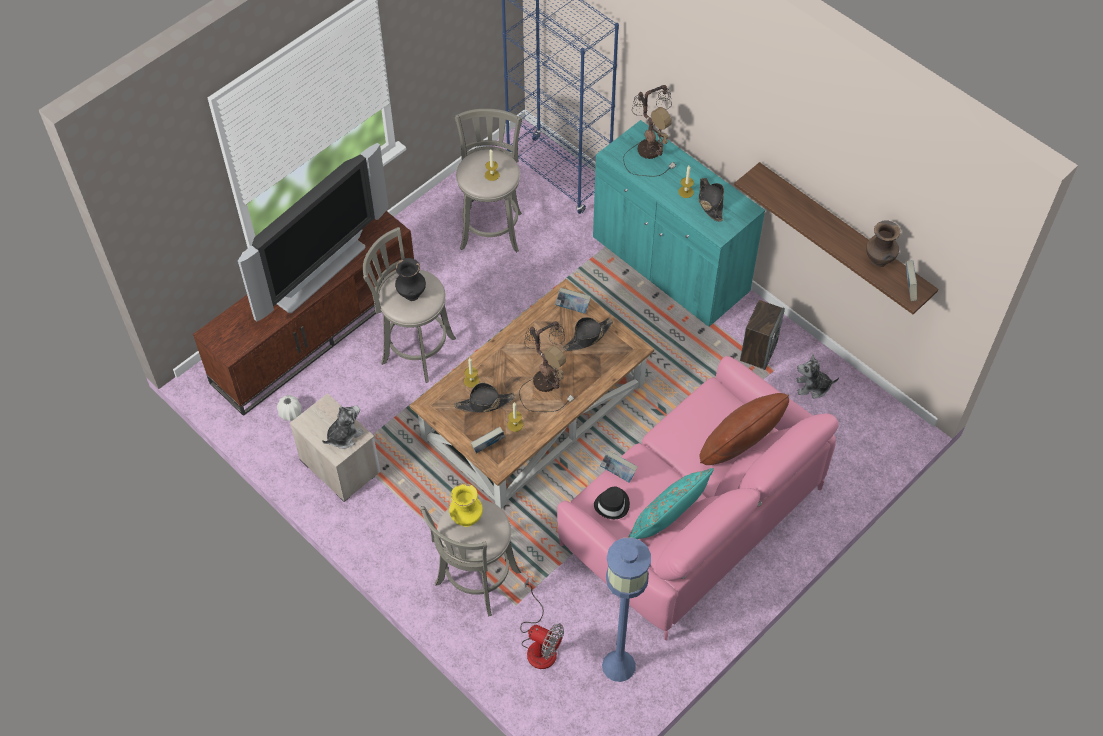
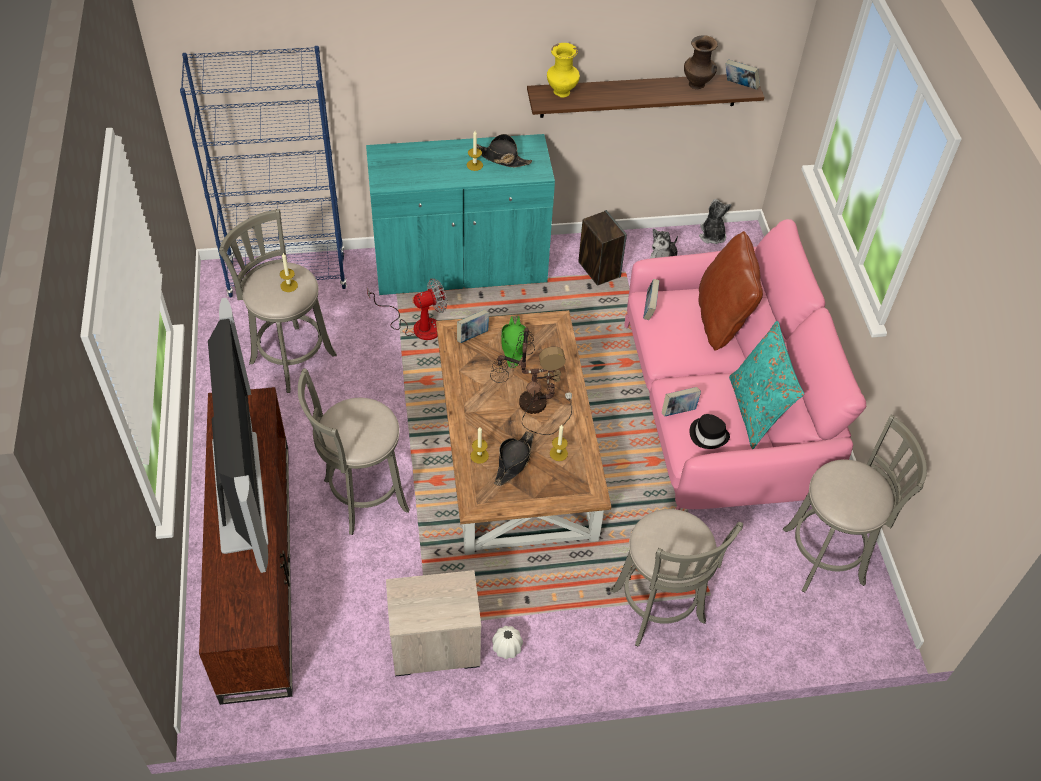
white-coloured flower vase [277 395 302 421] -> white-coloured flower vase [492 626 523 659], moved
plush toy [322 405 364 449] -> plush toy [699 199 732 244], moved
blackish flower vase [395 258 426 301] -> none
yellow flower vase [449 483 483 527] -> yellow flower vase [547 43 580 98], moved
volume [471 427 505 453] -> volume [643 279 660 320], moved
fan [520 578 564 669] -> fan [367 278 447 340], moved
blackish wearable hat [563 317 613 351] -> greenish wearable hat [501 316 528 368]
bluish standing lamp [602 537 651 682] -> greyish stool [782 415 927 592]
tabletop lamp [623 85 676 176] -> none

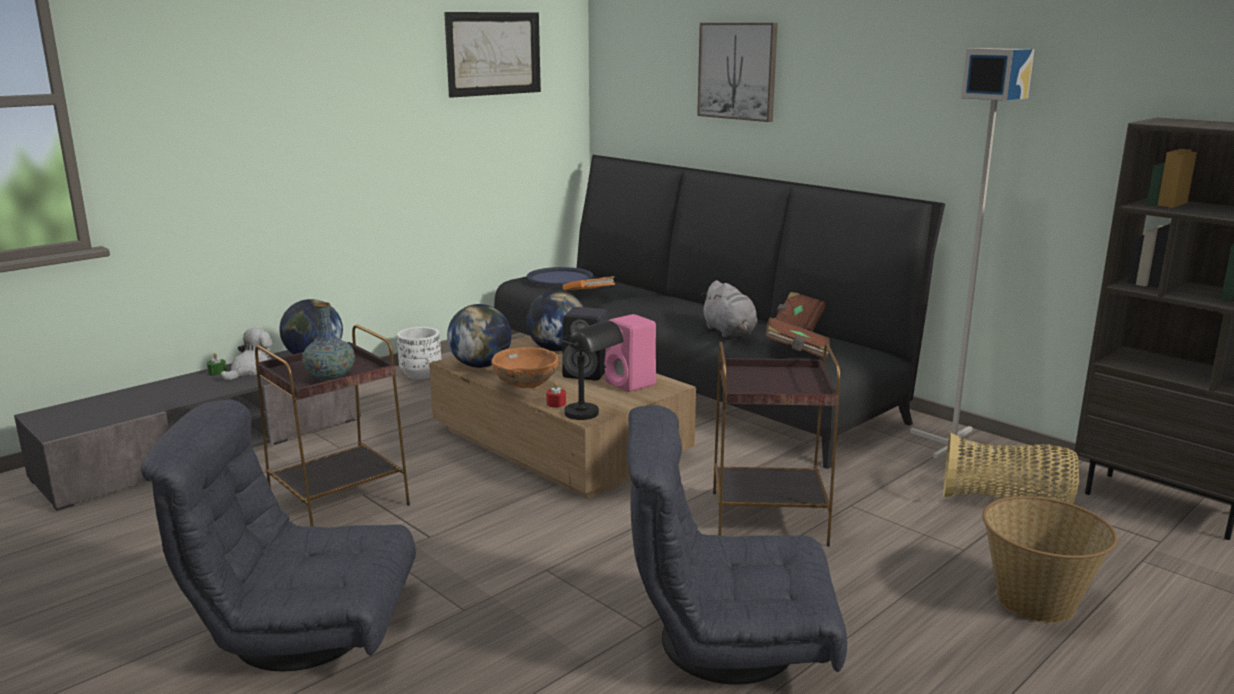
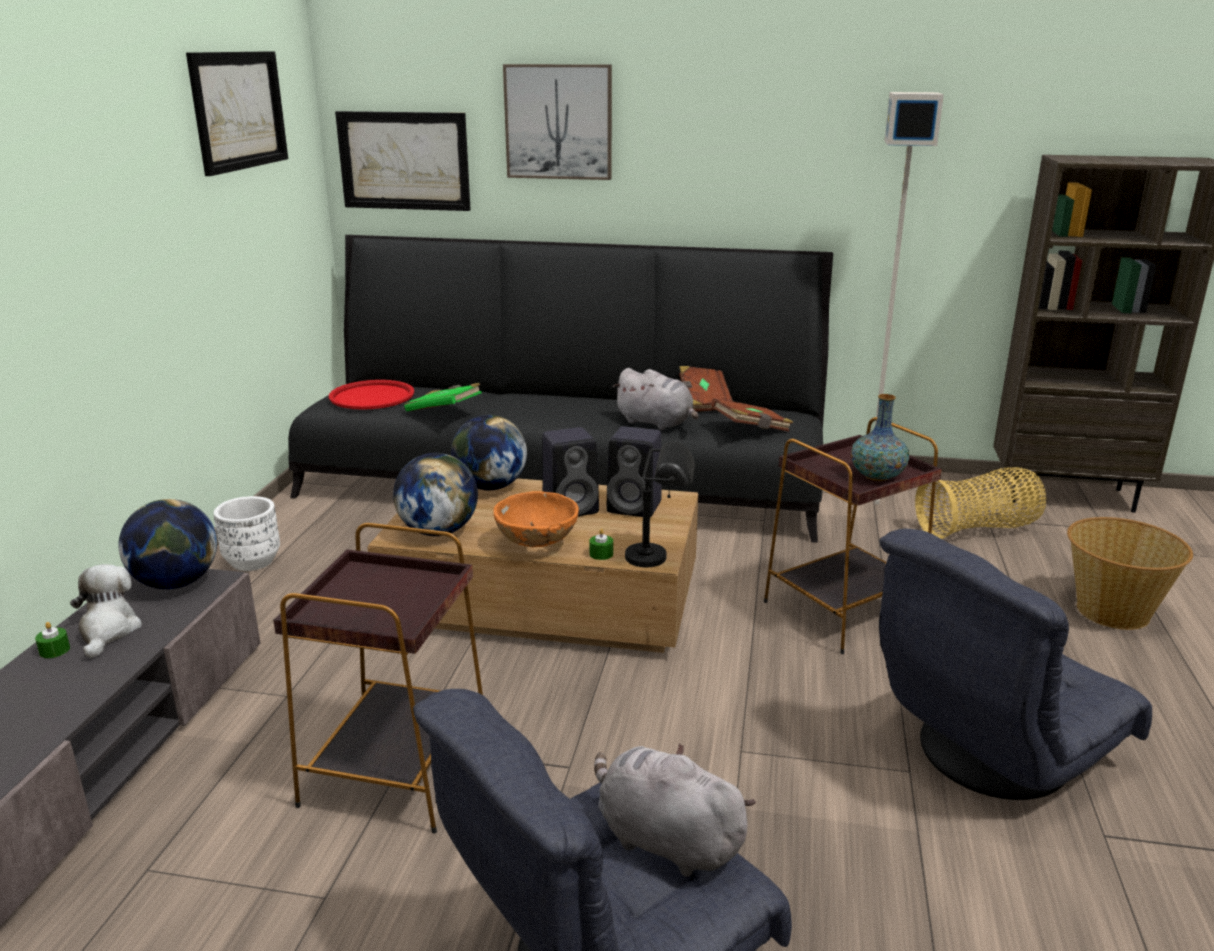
flower vase [302 302 355 381] -> flower vase [851 394 909 481], moved
bluish tray [527 267 593 286] -> red tray [329 380 414 410]
red candle [546 382 566 407] -> greenish candle [590 529 613 560]
orangey volume [563 276 615 291] -> greenish volume [404 383 482 411]
pink-coloured speaker [604 314 656 392] -> blackish speaker [607 426 662 517]
none -> wall picture [335 111 471 211]
none -> greyish plush toy [594 743 756 877]

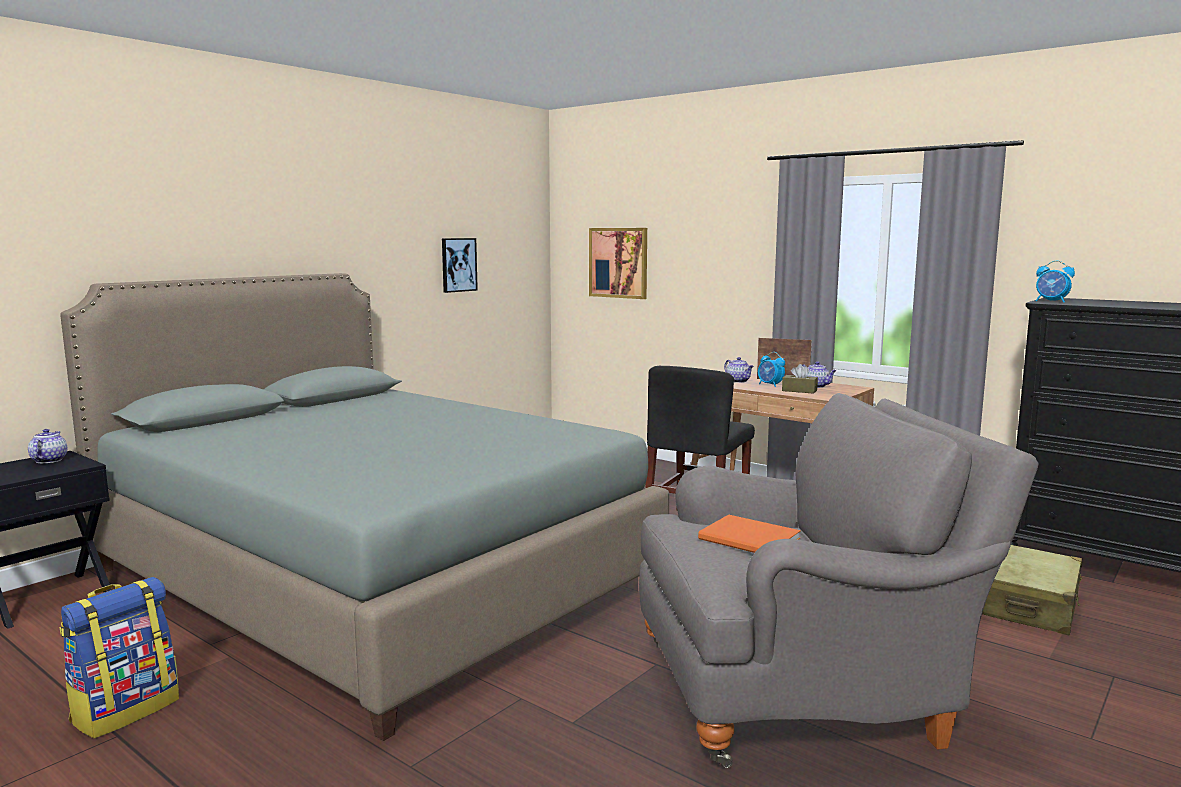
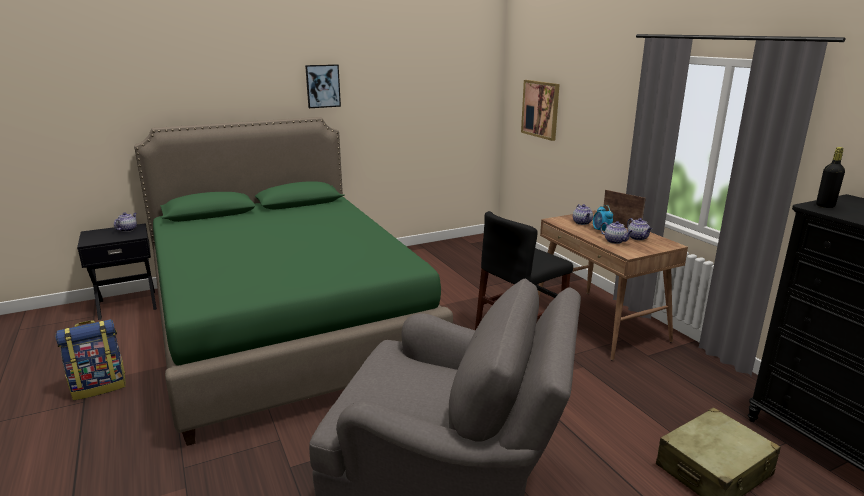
greyish bed [60 273 670 741] -> greenish bed [134 117 453 446]
wall picture [442 238 478 293] -> wall picture [305 64 341 108], moved
orangey volume [698 515 801 553] -> none
brown box of tissues [782 364 818 394] -> pot for tea [600 221 633 244]
table clock [1036 261 1075 303] -> blackish beverage bottle [816 147 845 208]

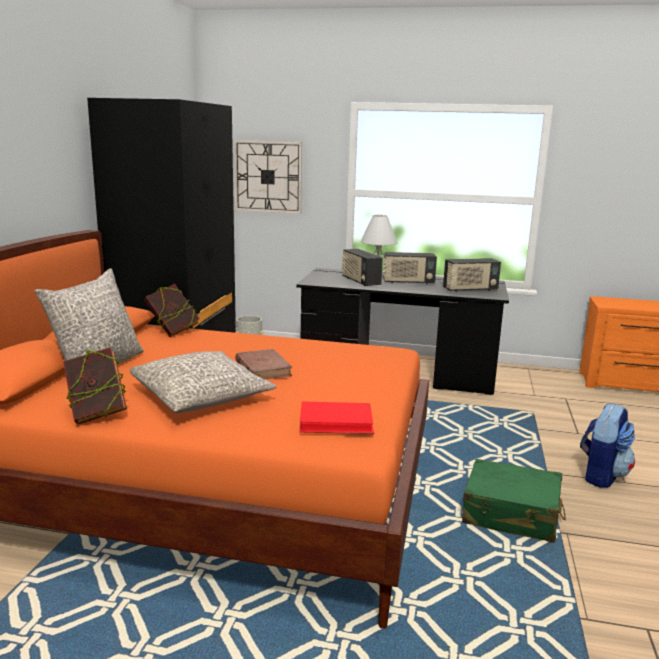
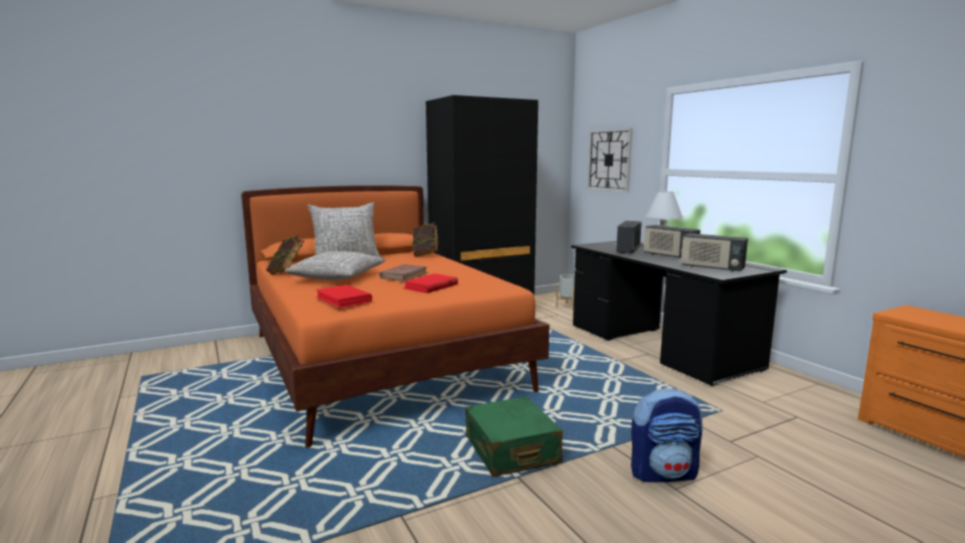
none -> red volume [403 274 458 293]

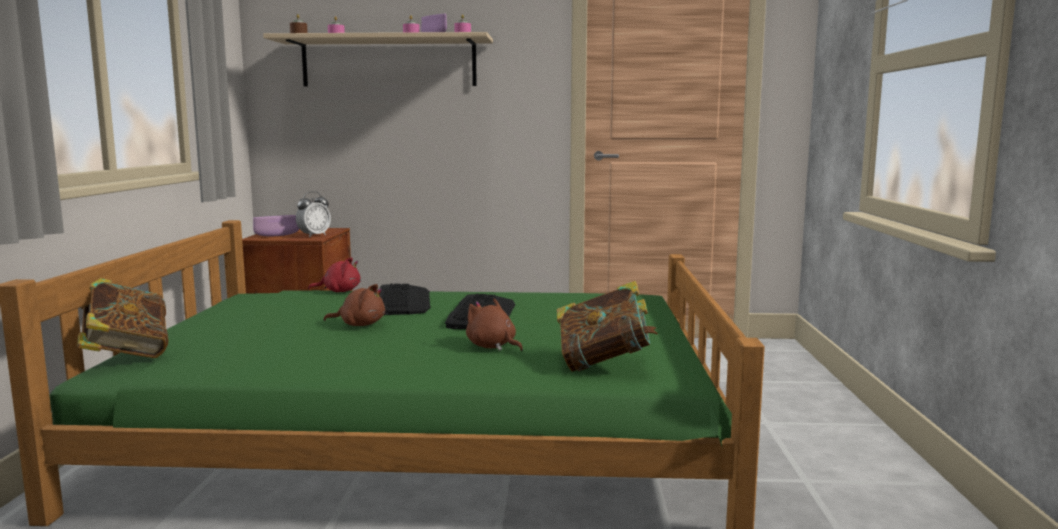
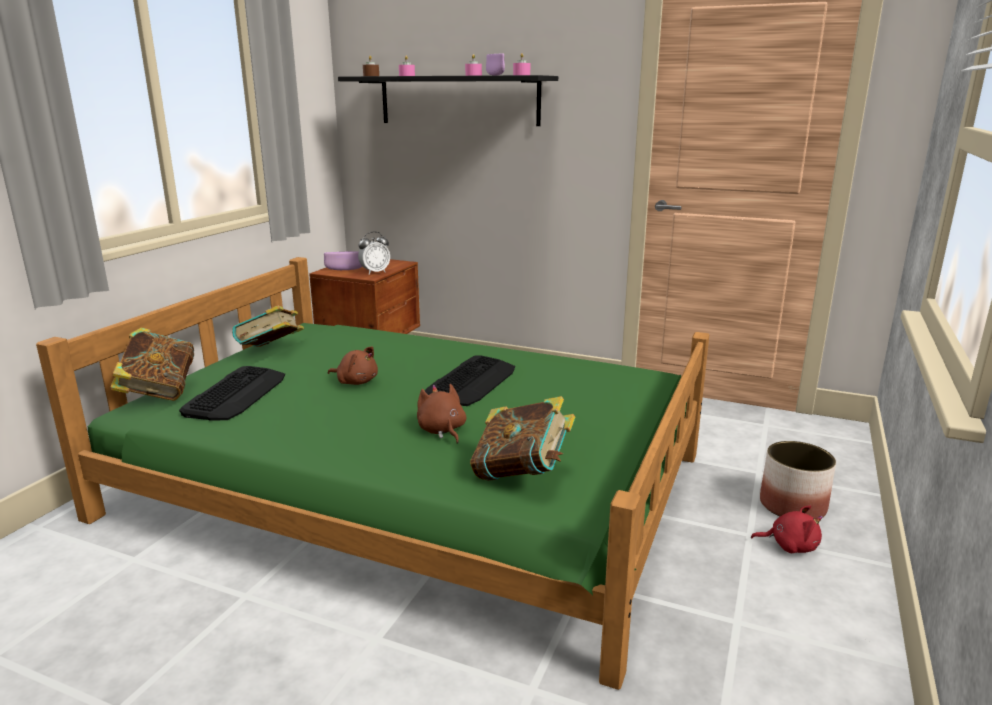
beige bracket shelf [263 32 493 87] -> blackish bracket shelf [338 75 558 126]
red plush toy [308 258 361 292] -> red plush toy [751 505 823 553], moved
keyboard [379 284 431 315] -> keyboard [179 366 285 421], moved
none -> volume [232 306 304 347]
none -> plant pot [760 441 836 519]

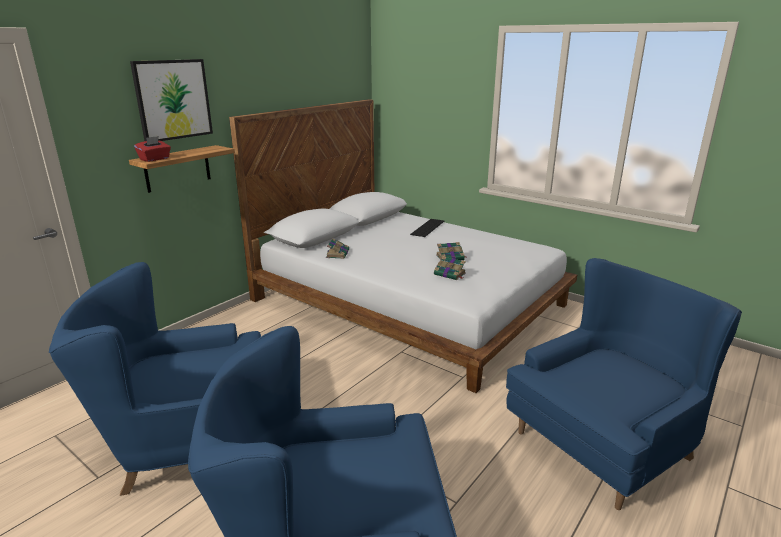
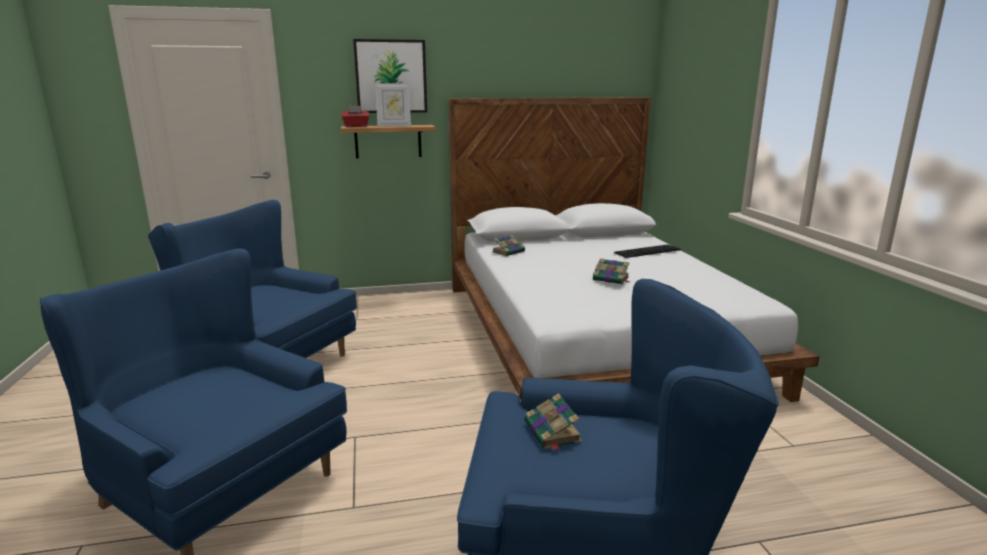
volume [434 256 466 280] -> volume [524 393 582 451], moved
none -> photo frame [375 83 411 127]

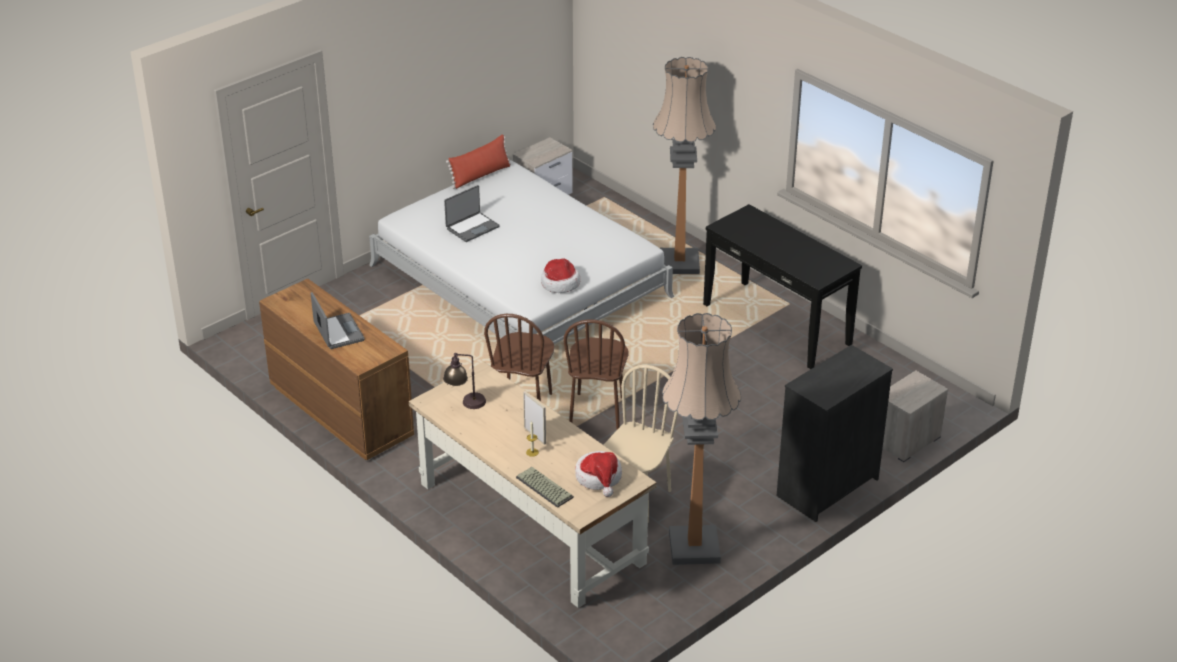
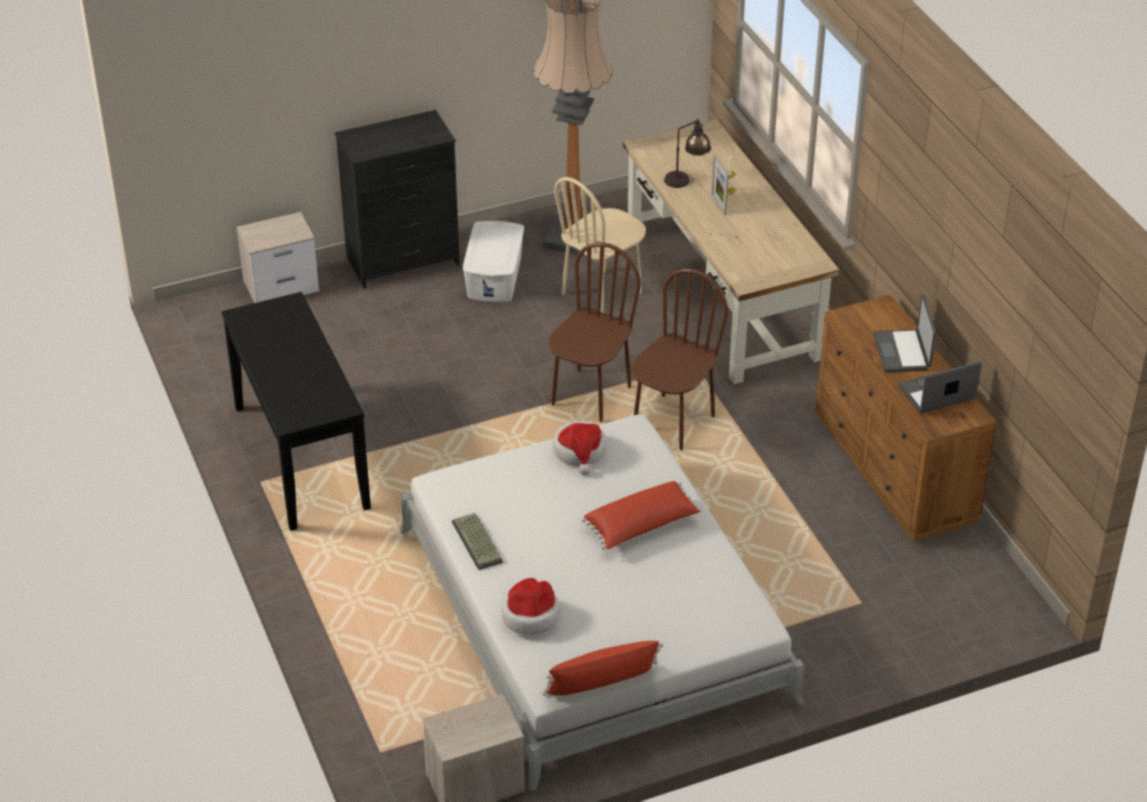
tabletop lamp [443 353 486 409] -> tabletop lamp [664 118 711 188], moved
laptop [444 185 500 242] -> laptop [899 361 982 414], moved
keyboard [516 467 574 508] -> keyboard [452 513 503 570], moved
wearable hat [575 451 622 497] -> wearable hat [502 578 560 635], moved
standing lamp [653 57 716 274] -> none
none -> white-coloured storage bin [463 221 524 302]
none -> red pillow [581 481 702 550]

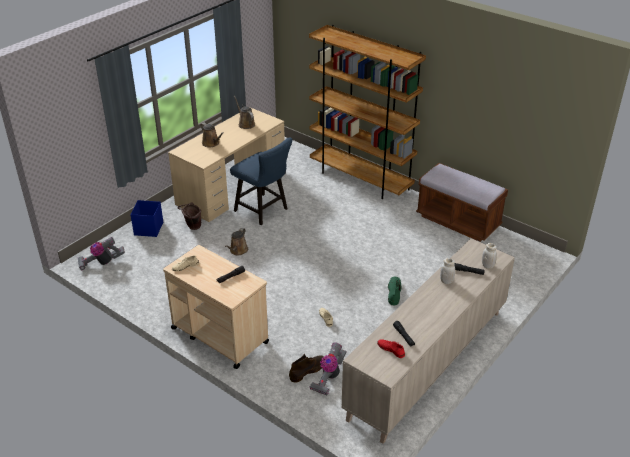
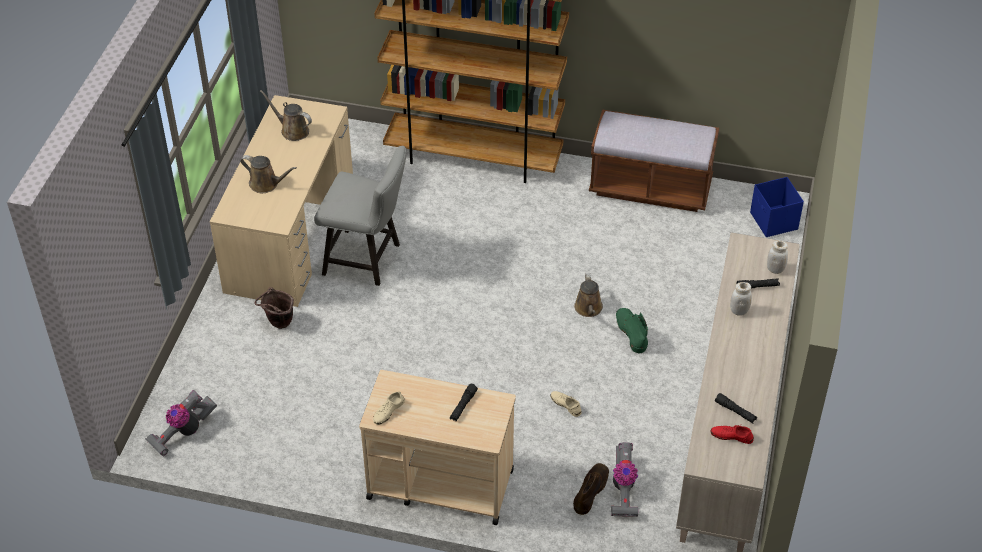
bluish storage bin [130 200 163 237] -> bluish storage bin [750 177 804 237], moved
brown watering pot [225 228 248 255] -> brown watering pot [574 273 603 317], moved
bluish plain chair [230 137 292 225] -> greyish plain chair [314 146 406 286]

